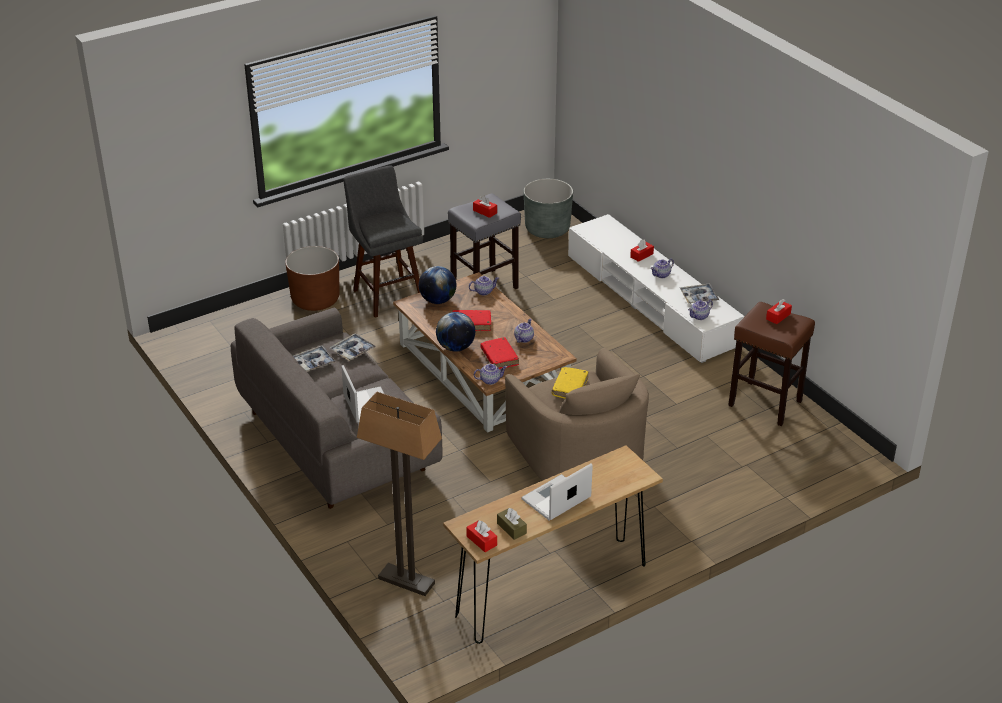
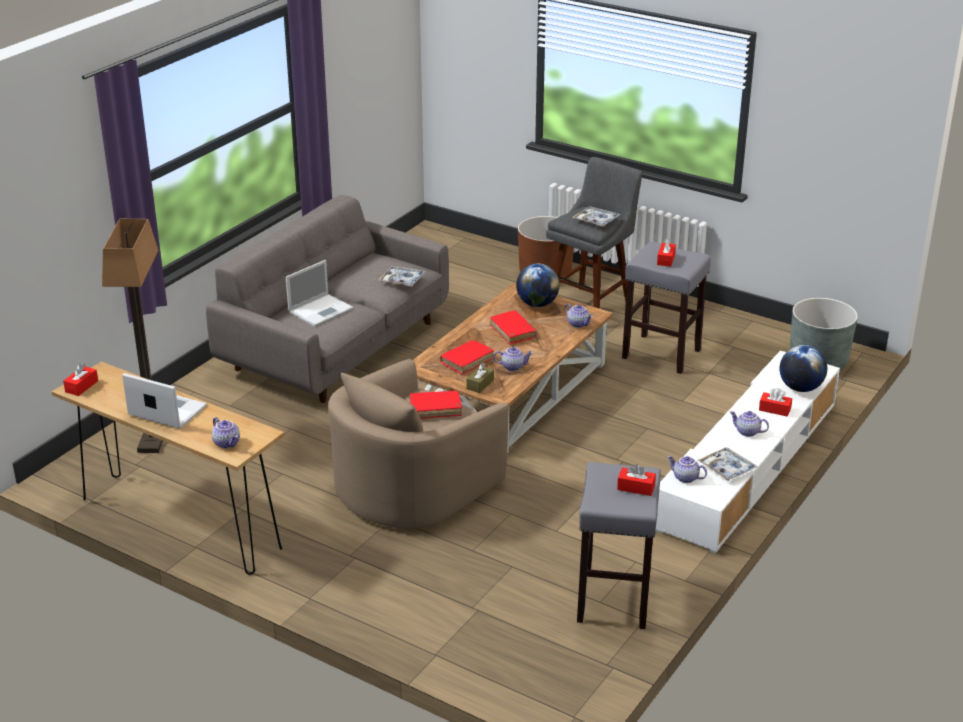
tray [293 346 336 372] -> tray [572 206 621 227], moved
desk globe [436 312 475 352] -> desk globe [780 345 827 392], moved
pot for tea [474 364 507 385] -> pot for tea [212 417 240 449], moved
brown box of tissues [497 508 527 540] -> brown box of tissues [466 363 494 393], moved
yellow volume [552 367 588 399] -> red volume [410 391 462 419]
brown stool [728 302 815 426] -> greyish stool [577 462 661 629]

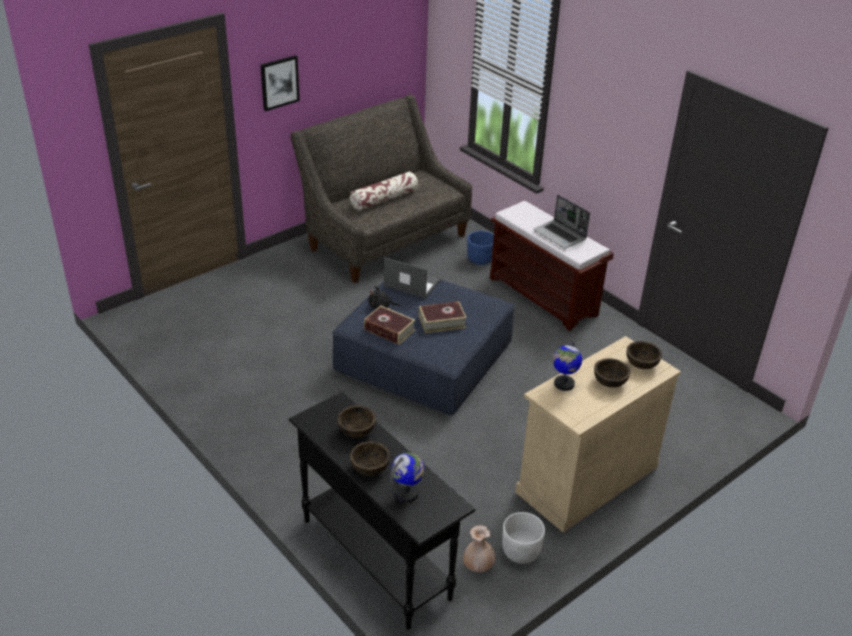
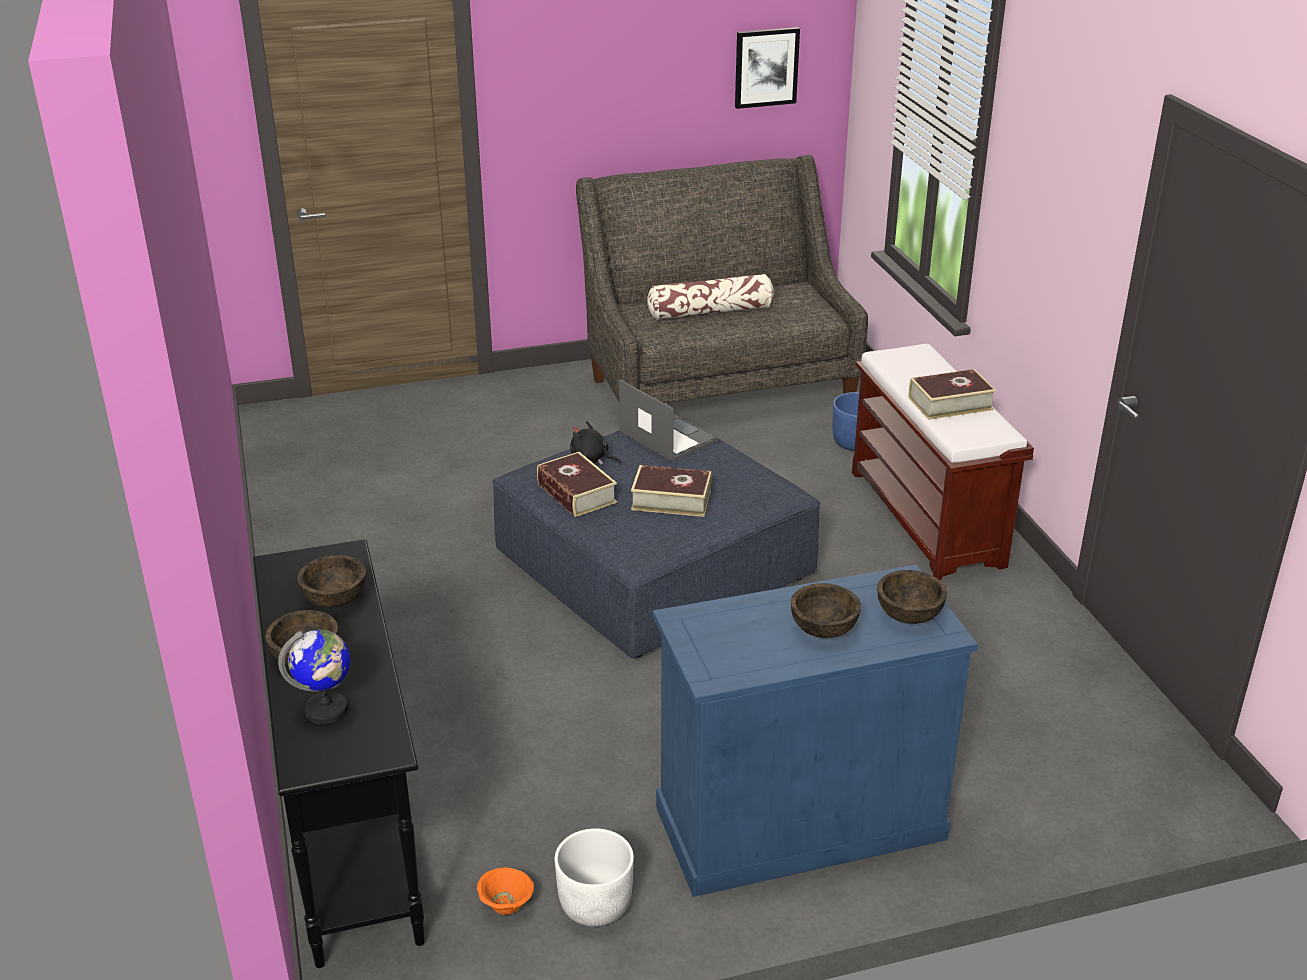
wall picture [260 55 300 111] -> wall picture [735 27 800 109], moved
beige flower vase [463 525 495 572] -> orangey bowl [477 867 534 915]
beige storage cabinet [515 336 681 532] -> bluish storage cabinet [653 565 978 897]
laptop [533 195 590 249] -> volume [908 369 996 420]
desk globe [553 341 582 391] -> none

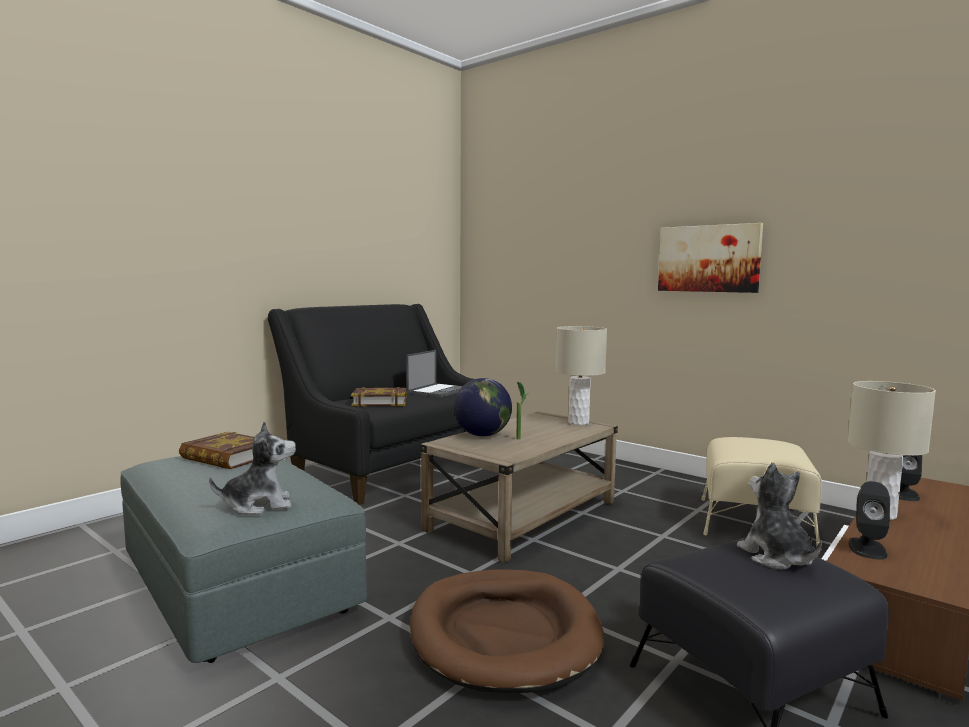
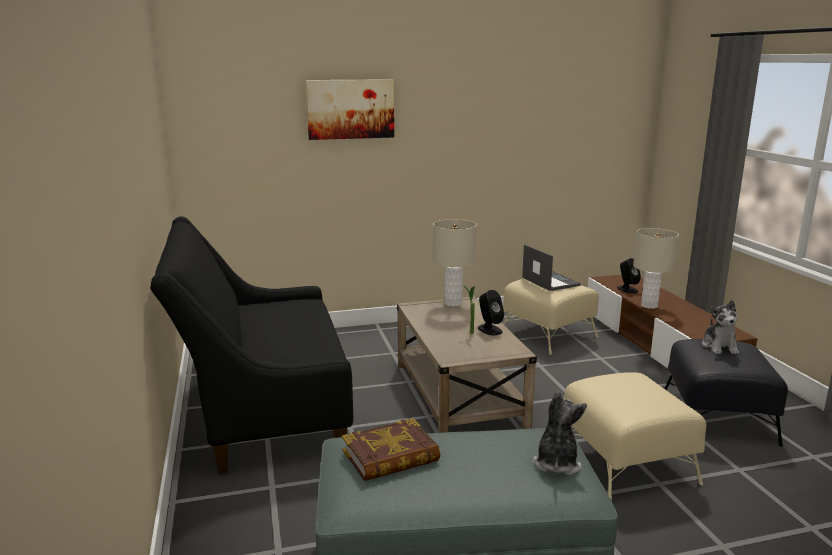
volume [351 387 406 407] -> none
laptop [406 350 463 398] -> laptop [522 244 581 291], moved
brown dog bed [410 569 604 693] -> beige pouffe [564 372 706 501]
desk globe [454 378 512 437] -> none
wall picture [658 223 763 293] -> wall picture [306 79 394 140], moved
plush toy [737 462 822 570] -> plush toy [702 300 739 354], 105 degrees counterclockwise
blackish speaker [849 481 890 560] -> blackish speaker [478 290 504 335], moved

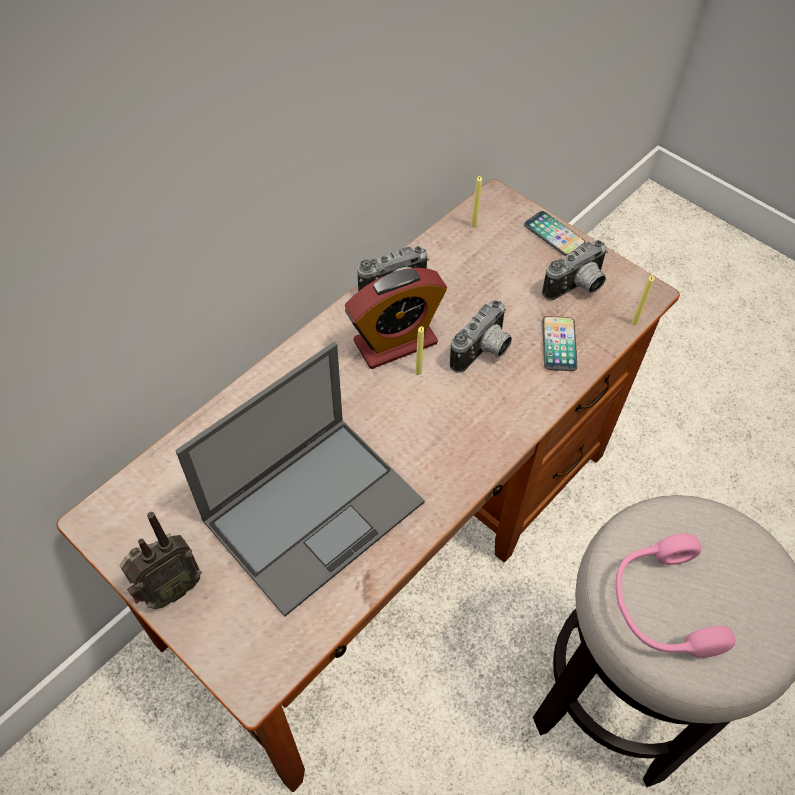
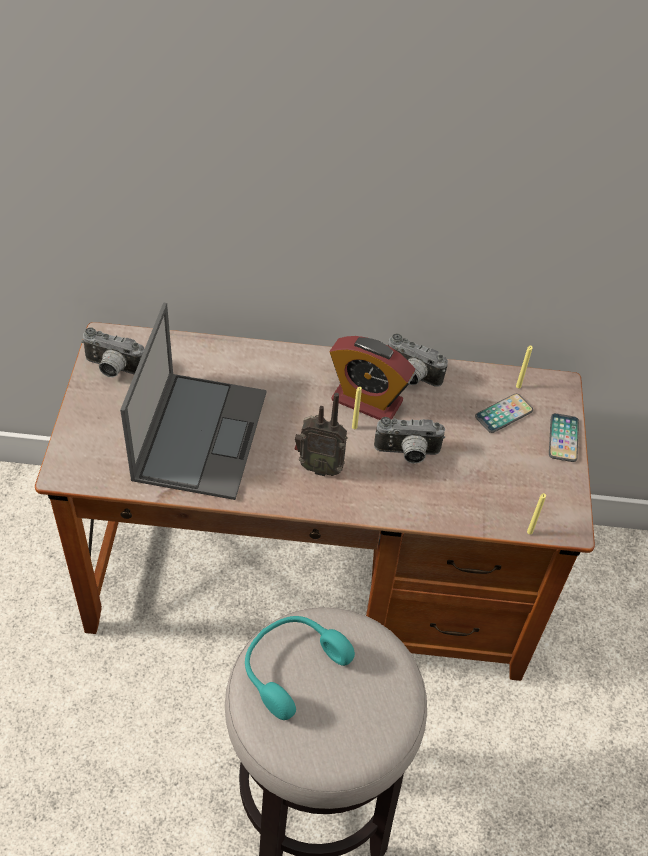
radio set [119 512 202 609] -> radio set [294 393 347 476], moved
laptop [175 342 425 617] -> laptop [120 303 266 500], 90 degrees counterclockwise
photo camera [542 240 608 300] -> photo camera [81 328 144 377], moved
telephone [543 316 577 371] -> telephone [475 394 533 433], moved
pink-coloured headset [616 534 736 658] -> turquoise-coloured headset [245 616 355 720]

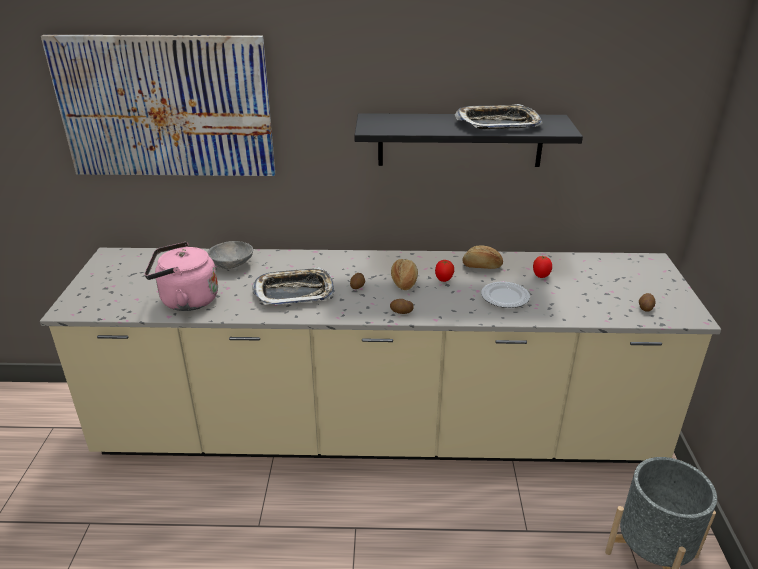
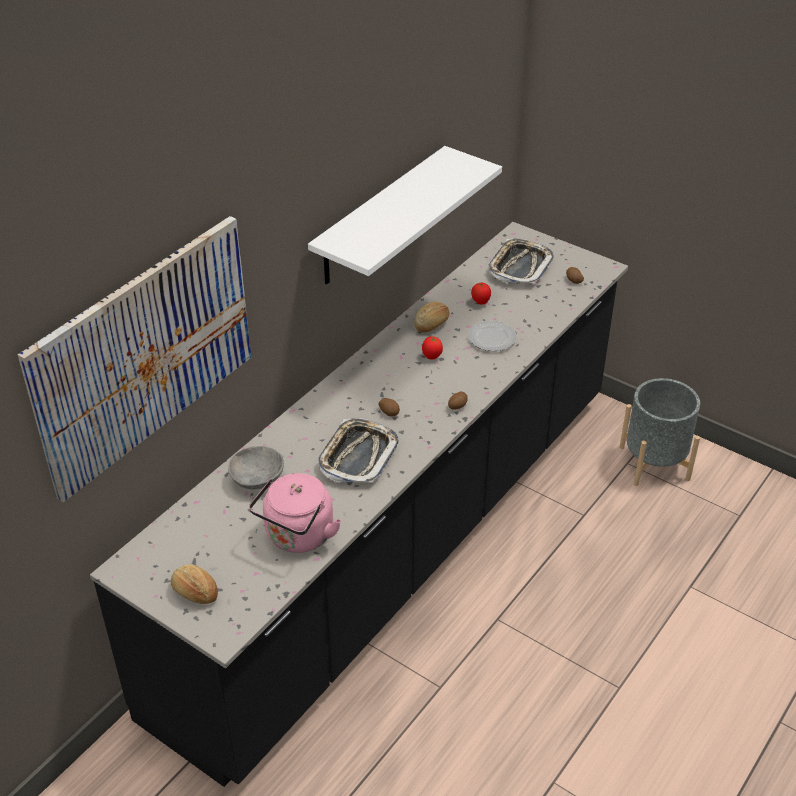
beige counter [40 248 721 463] -> blackish counter [90 222 628 787]
blackish bracket shelf [354 113 583 167] -> white-coloured bracket shelf [308 146 502 285]
bakery bread [391 259 418 290] -> bakery bread [171 564 218 604], moved
tray [455 104 542 129] -> tray [488 239 554 284], moved

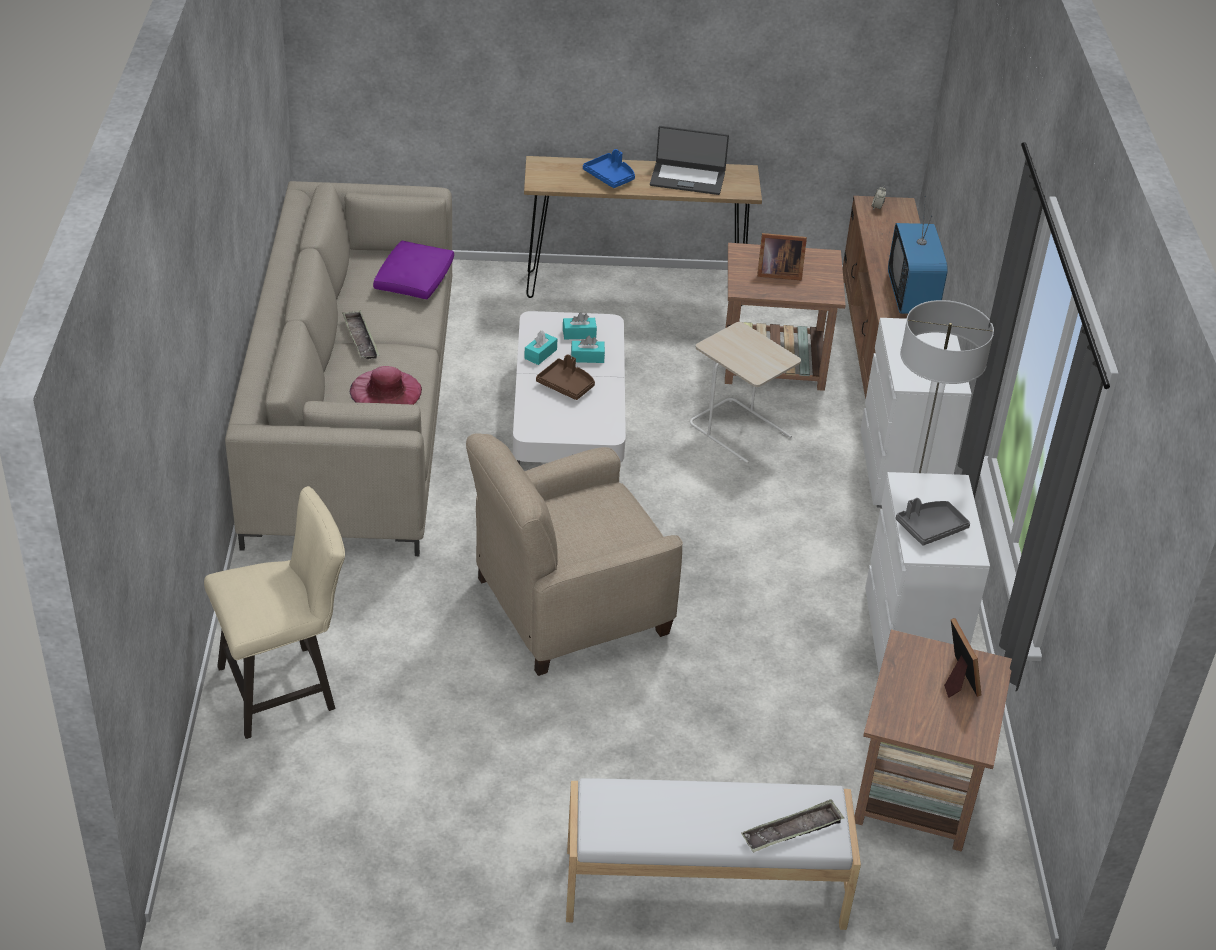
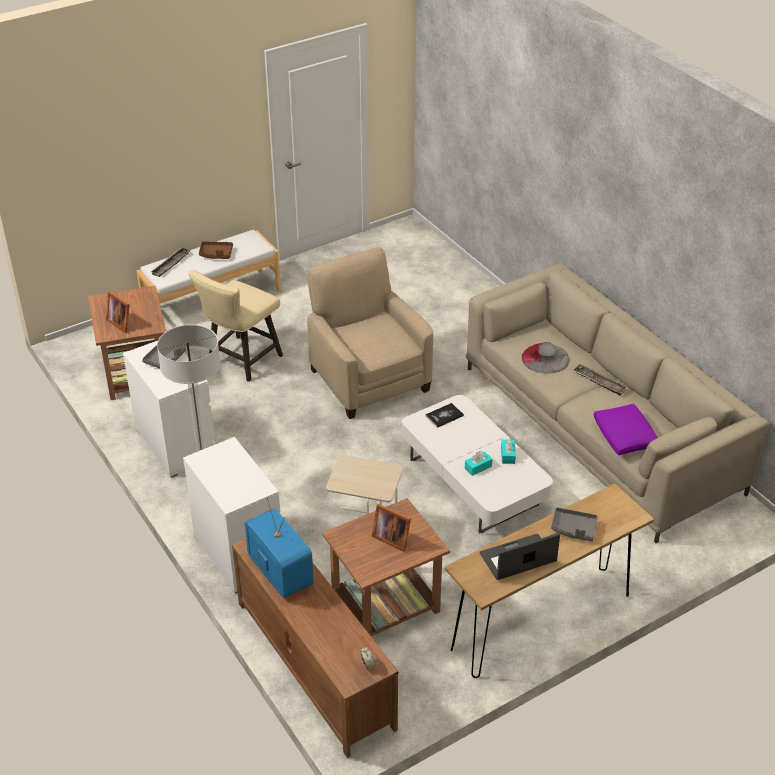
beige stool [204 486 345 739] -> beige stool [188 270 283 382], moved
pink-coloured wearable hat [350 366 422 405] -> greyish wearable hat [522 342 569 374]
beige armchair [466 433 683 676] -> beige armchair [307 247 433 419], 60 degrees counterclockwise
brown tray [536 354 595 400] -> brown tray [199 241 233 259], moved
turquoise-coloured box of tissues [563 312 597 339] -> none
bluish tray [583 149 635 188] -> greyish tray [551 507 598 542]
photo frame [757 233 807 281] -> photo frame [372 504 411 552], 120 degrees counterclockwise
none -> volume [425 403 464 428]

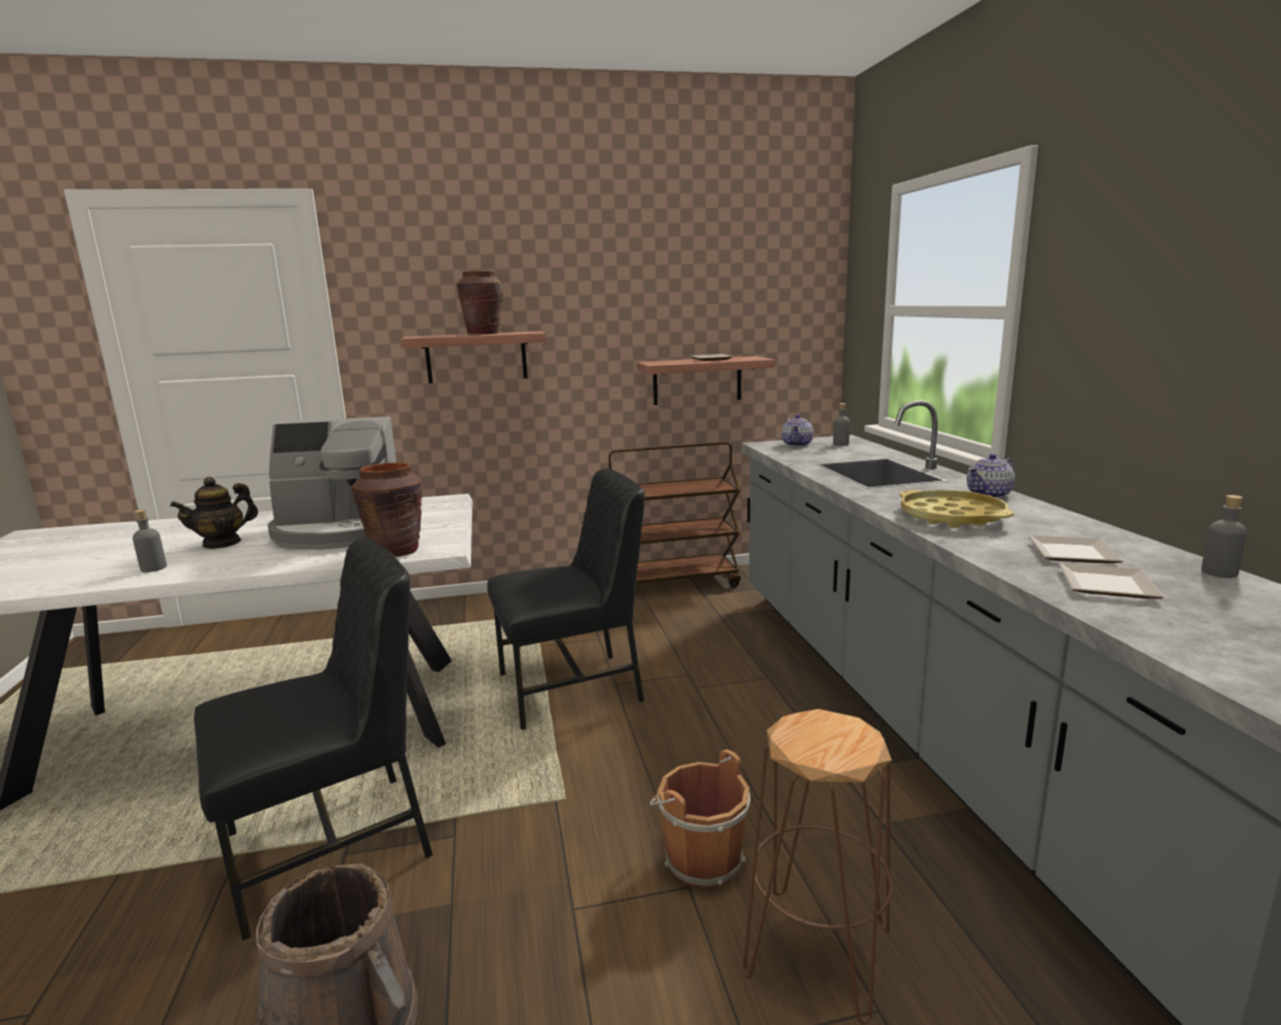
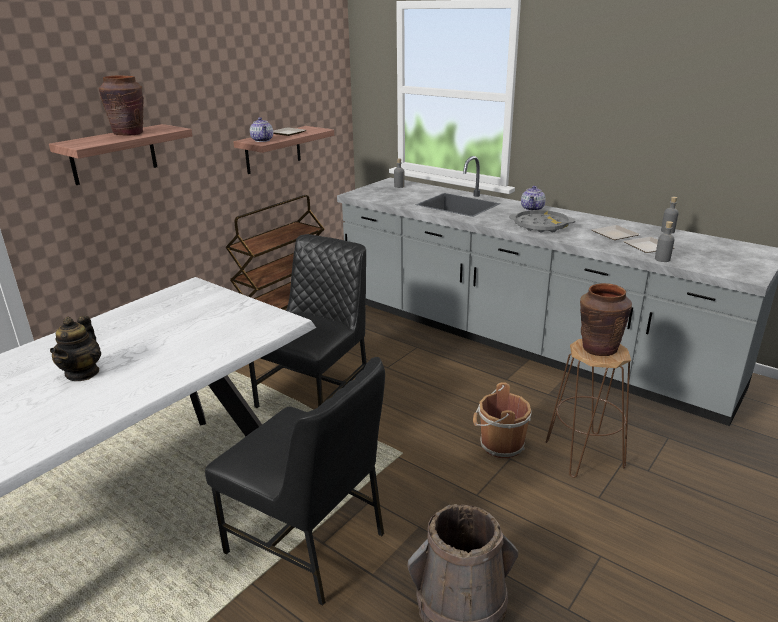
greyish beverage bottle [133 509 167 572] -> greyish beverage bottle [655 221 675 262], moved
blackish plain chair [194 538 433 941] -> blackish plain chair [205 357 385 605], 105 degrees clockwise
coffee brewer [267 416 397 550] -> none
brown flower vase [351 462 422 557] -> brown flower vase [580 283 632 356], moved
pot for tea [782 414 813 447] -> pot for tea [250 117 273 142], moved
yellow tray [899 490 1013 528] -> greyish tray [509 210 575 232]

